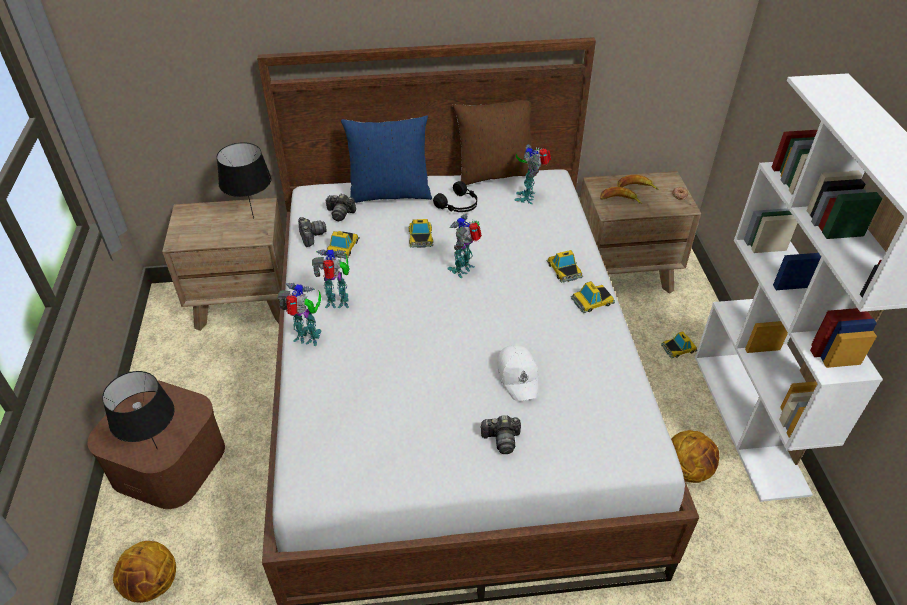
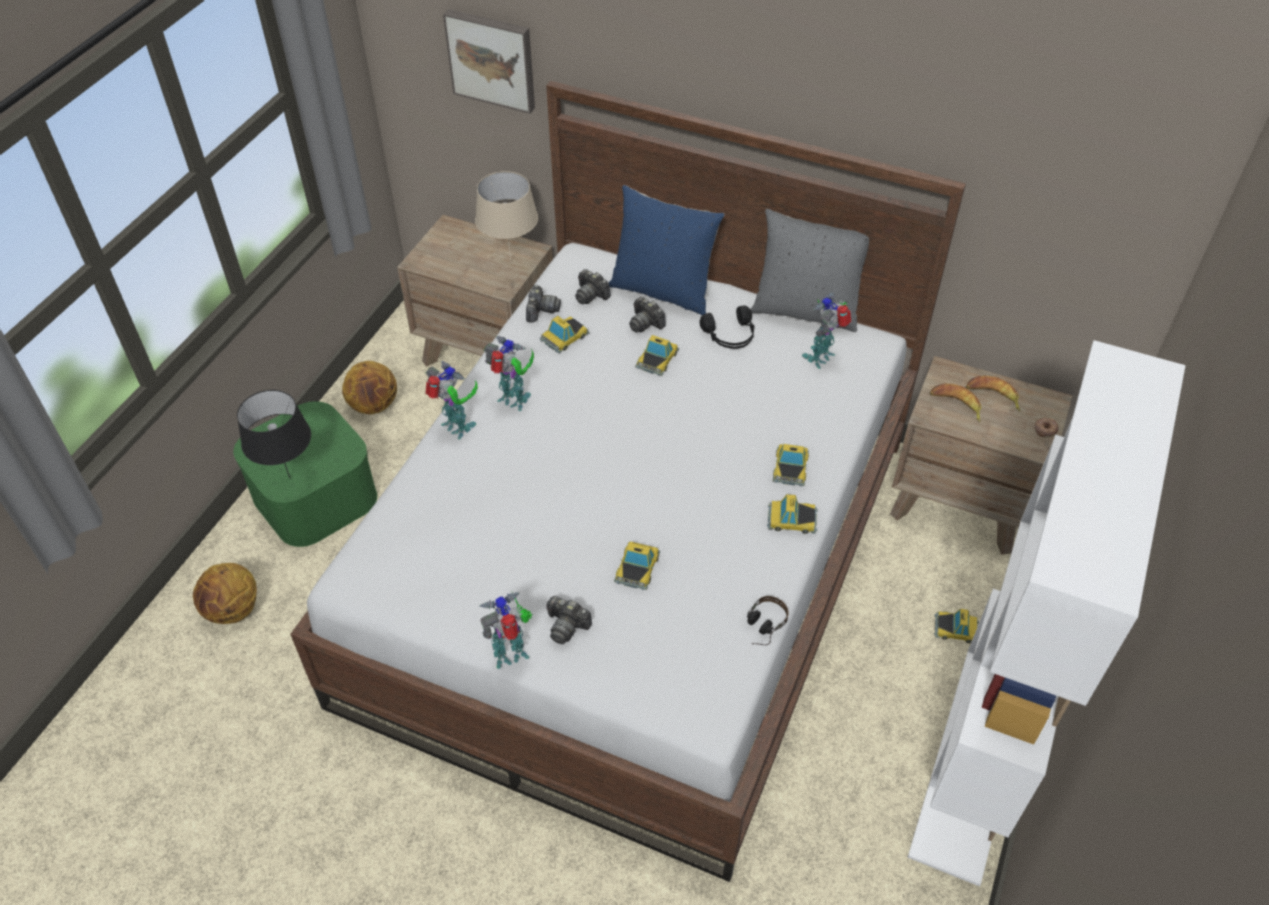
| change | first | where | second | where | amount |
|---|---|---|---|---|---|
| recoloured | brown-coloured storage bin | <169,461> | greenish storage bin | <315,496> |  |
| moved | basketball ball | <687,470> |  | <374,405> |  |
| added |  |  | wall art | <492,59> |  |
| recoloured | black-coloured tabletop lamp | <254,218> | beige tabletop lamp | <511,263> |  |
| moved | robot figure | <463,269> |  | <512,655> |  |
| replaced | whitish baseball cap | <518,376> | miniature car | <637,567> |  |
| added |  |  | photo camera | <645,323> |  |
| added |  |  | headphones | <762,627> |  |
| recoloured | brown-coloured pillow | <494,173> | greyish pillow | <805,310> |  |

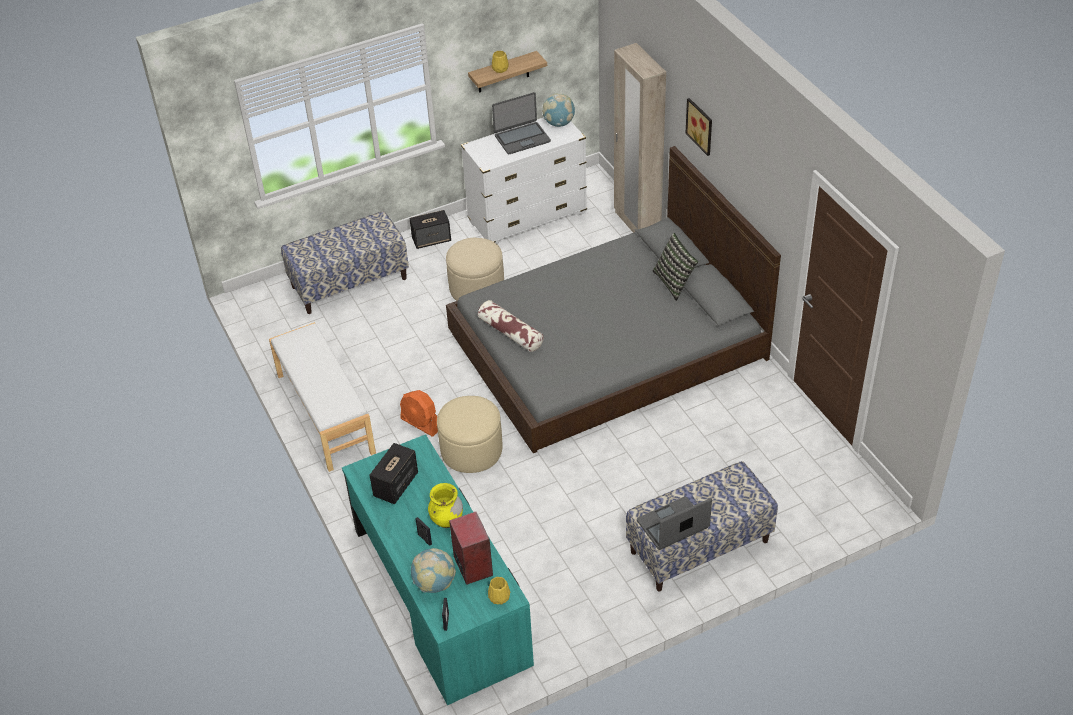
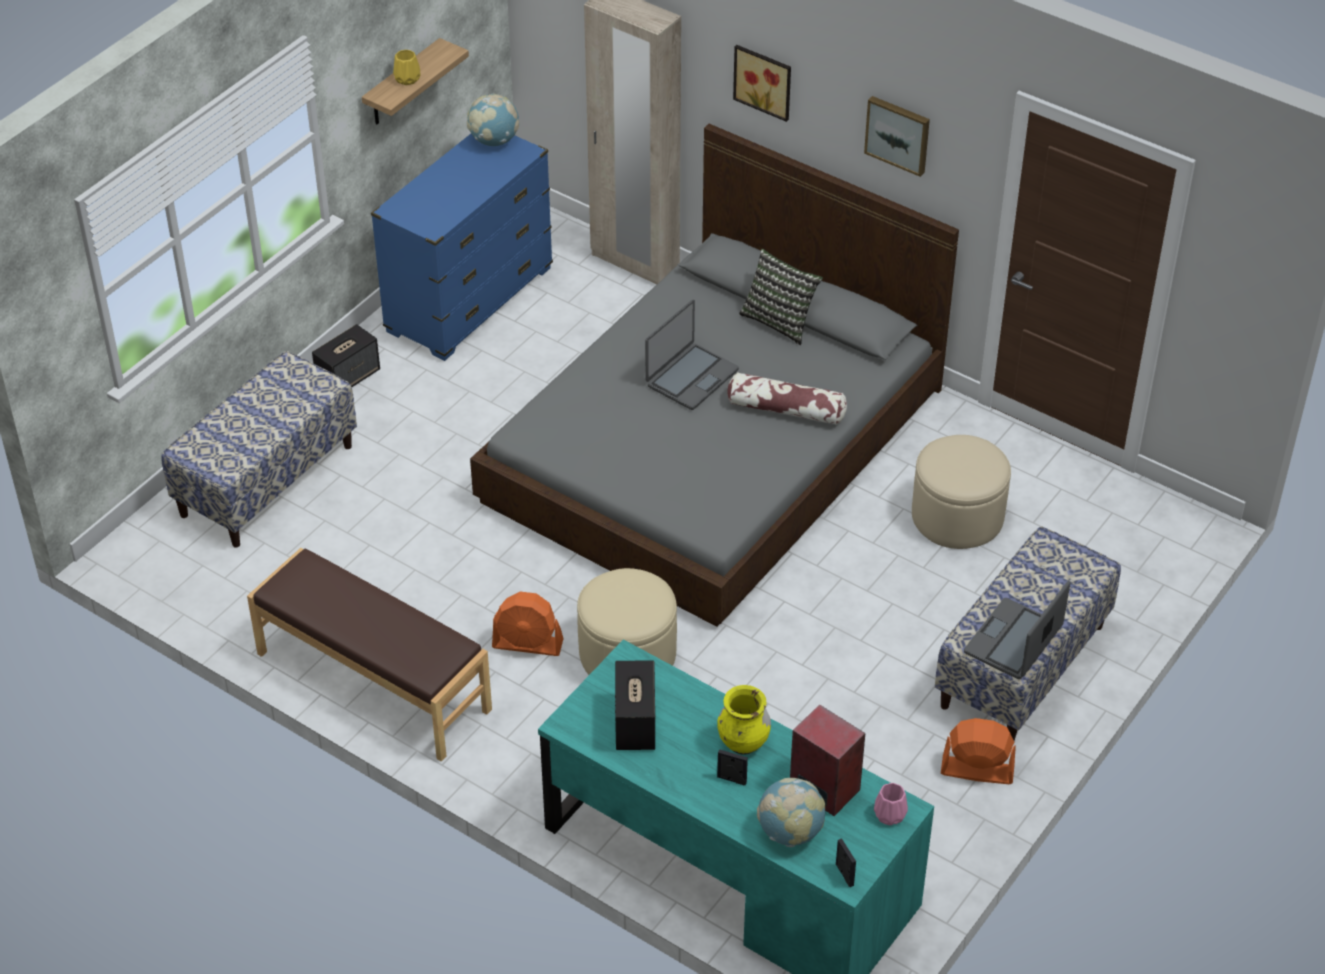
| change | first | where | second | where | amount |
|---|---|---|---|---|---|
| recoloured | whitish indoor bench | <324,414> | brown-coloured indoor bench | <372,682> |  |
| recoloured | whitish dresser | <527,217> | blue dresser | <469,300> |  |
| moved | laptop | <522,138> |  | <691,377> |  |
| moved | pillow | <510,333> |  | <786,409> |  |
| added |  |  | wall art | <898,134> |  |
| recoloured | yellow-coloured flower vase | <499,598> | pink flower vase | <890,815> |  |
| moved | beige footrest | <476,287> |  | <957,516> |  |
| added |  |  | orangey cooling fan | <977,770> |  |

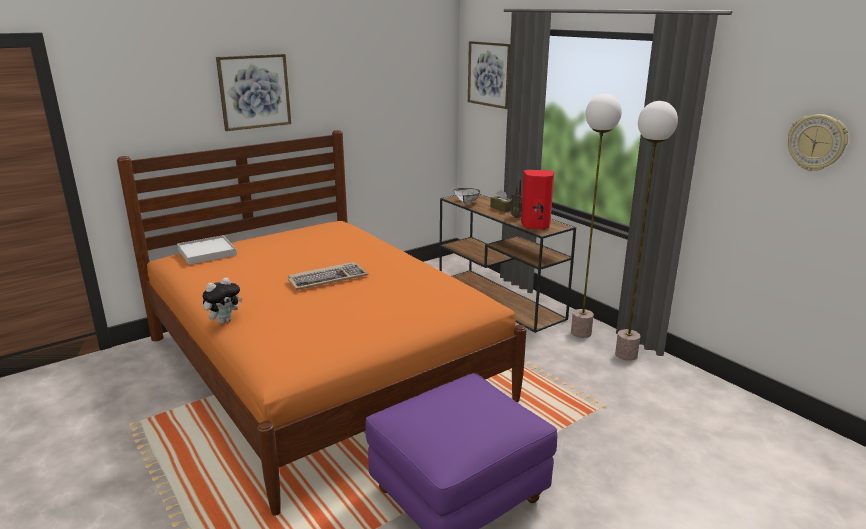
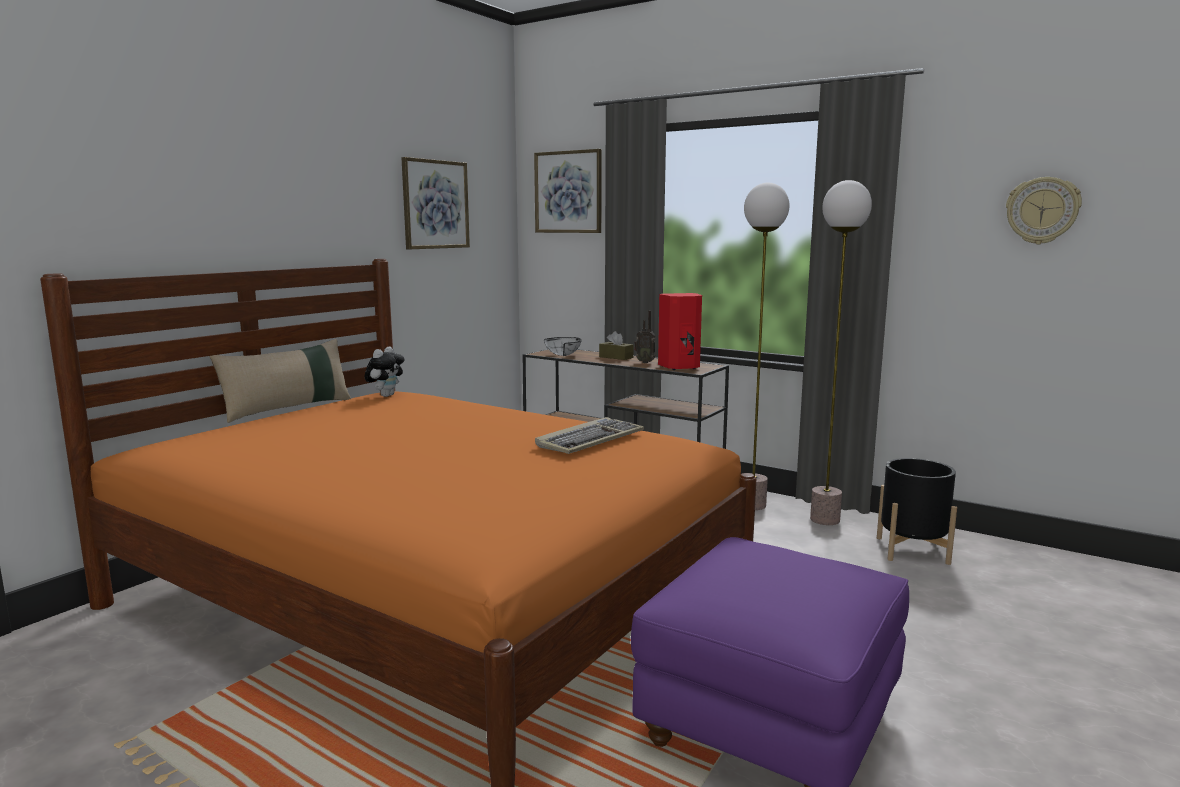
| change | first | where | second | where | amount |
|---|---|---|---|---|---|
| added |  |  | beige pillow | <288,409> |  |
| moved | plush toy | <224,321> |  | <386,395> |  |
| moved | wall art | <254,91> |  | <435,204> |  |
| moved | PC keyboard | <328,278> |  | <590,440> |  |
| added |  |  | black-coloured planter | <912,550> |  |
| removed | whitish serving tray | <207,252> |  |  |  |

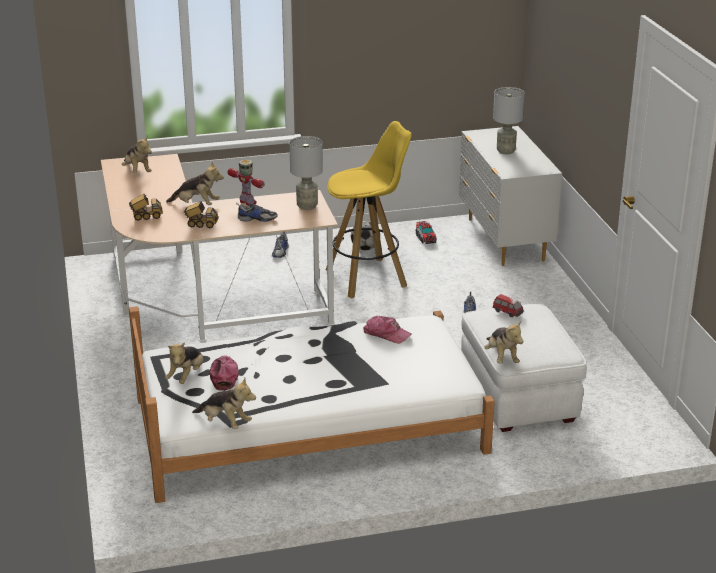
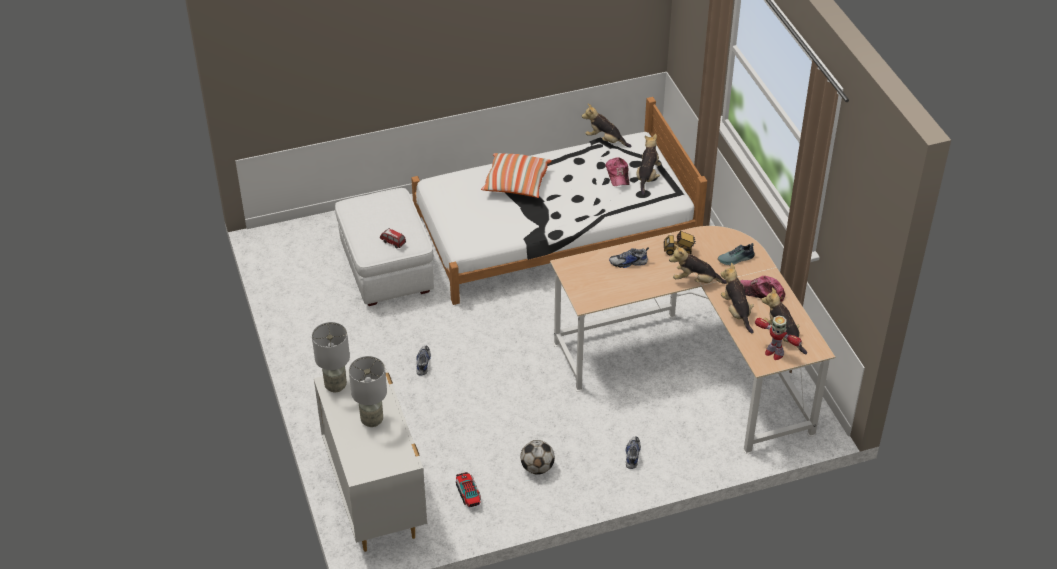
| change | first | where | second | where | amount |
|---|---|---|---|---|---|
| moved | greyish tabletop lamp | <307,206> |  | <335,386> |  |
| added |  |  | pillow | <516,184> |  |
| replaced | toy truck | <146,217> | low shoe | <736,259> |  |
| moved | plush toy | <501,357> |  | <736,312> |  |
| moved | baseball cap | <386,334> |  | <762,292> |  |
| moved | robot figure | <248,202> |  | <774,353> |  |
| removed | yellow-coloured sitting stool | <367,278> |  |  |  |

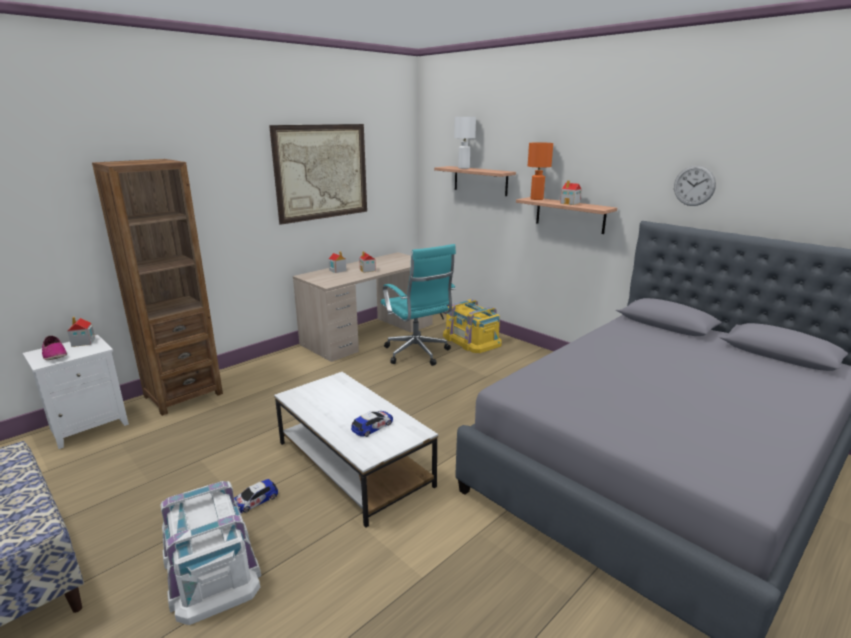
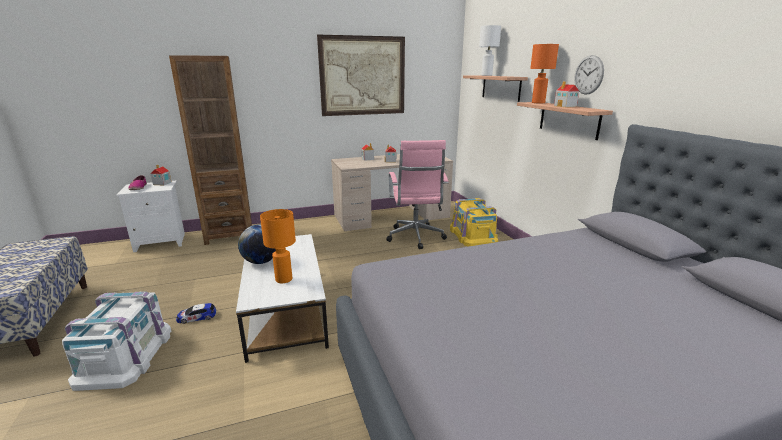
| change | first | where | second | where | amount |
|---|---|---|---|---|---|
| added |  |  | world globe | <261,261> |  |
| replaced | miniature car | <372,426> | orangey tabletop lamp | <283,279> |  |
| recoloured | blue-green office chair | <417,354> | pink office chair | <415,238> |  |
| moved | wall clock | <694,185> |  | <588,75> |  |

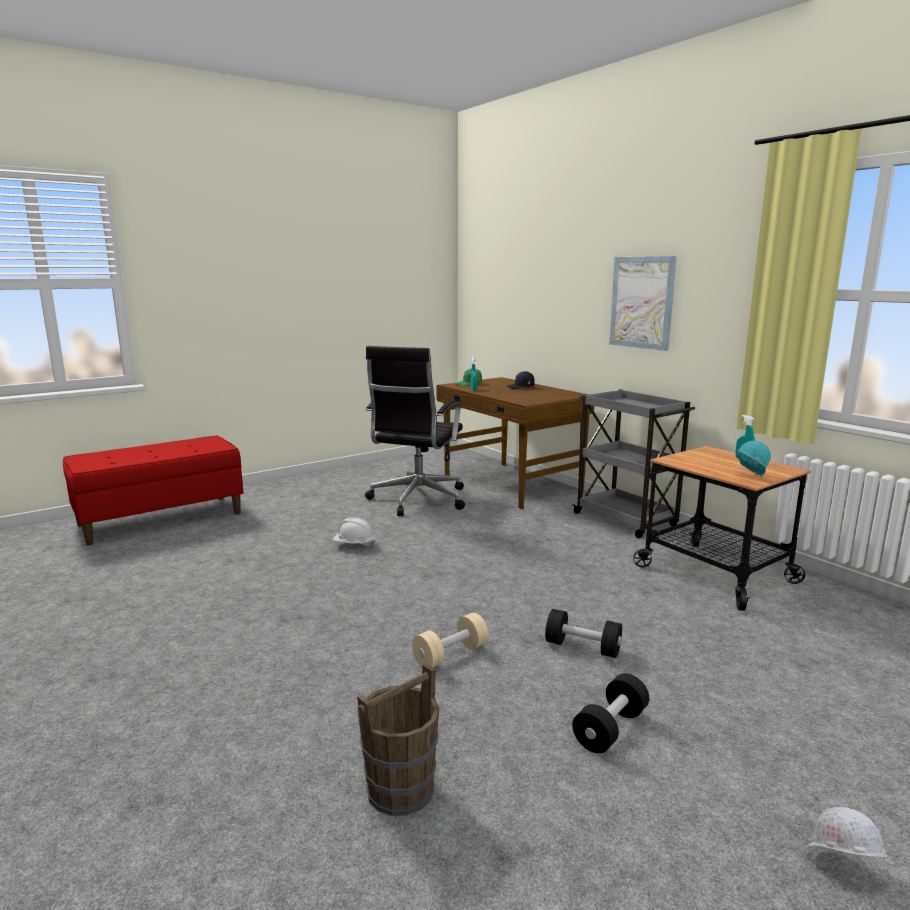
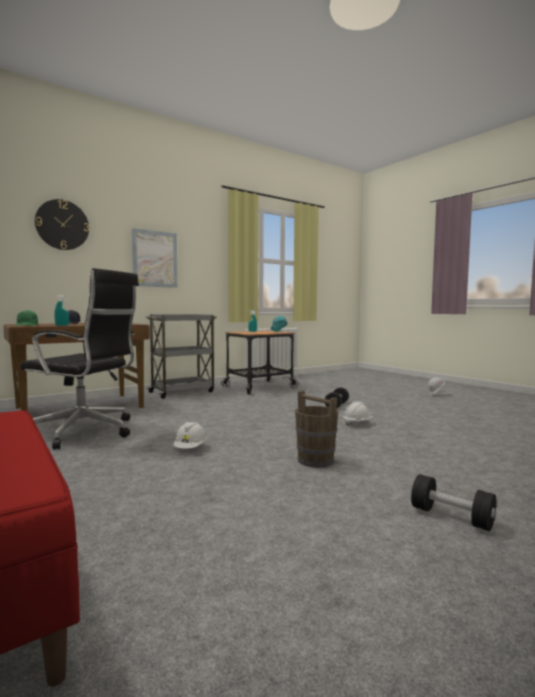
| change | first | where | second | where | amount |
|---|---|---|---|---|---|
| added |  |  | wall clock | <62,225> |  |
| moved | brown-coloured water bucket | <401,789> |  | <315,460> |  |
| replaced | beige hand weight | <450,655> | whitish safety helmet | <357,423> |  |
| moved | black-coloured hand weight | <610,728> |  | <451,517> |  |

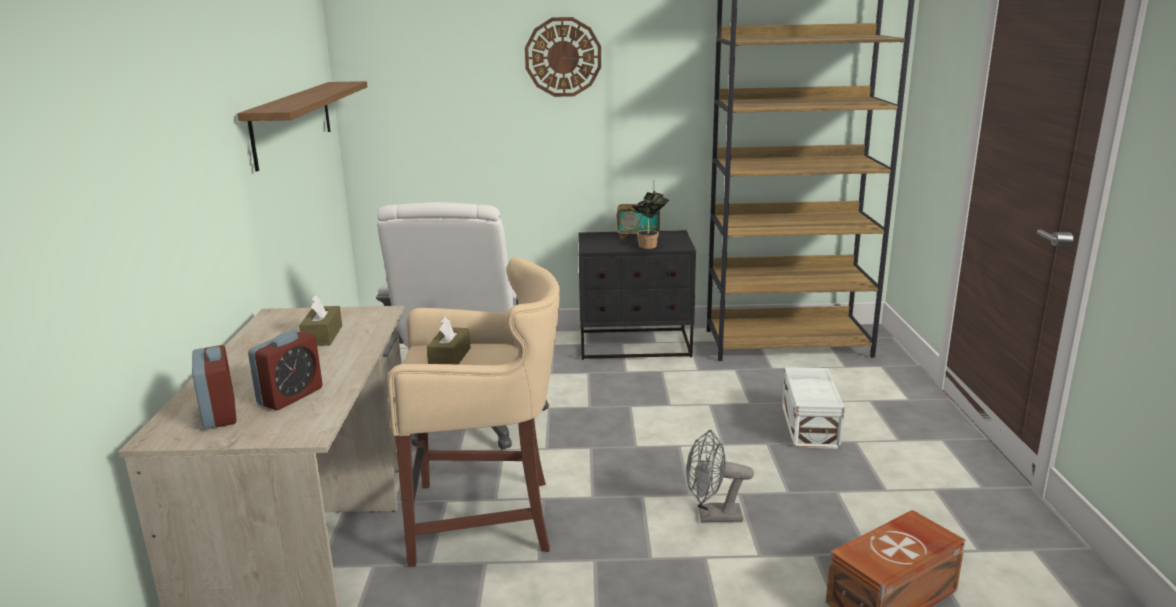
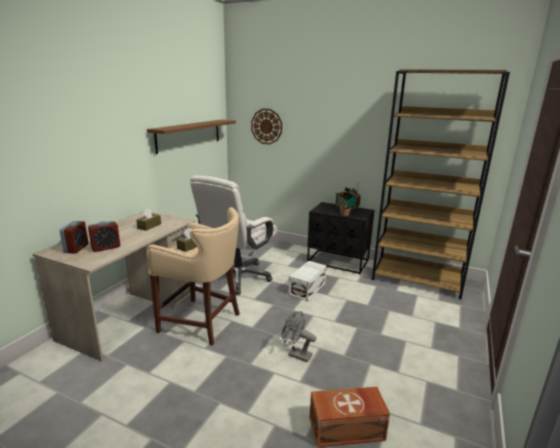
| change | first | where | second | where | amount |
|---|---|---|---|---|---|
| moved | wall clock | <563,57> |  | <266,126> |  |
| moved | whitish storage bin | <810,425> |  | <308,288> |  |

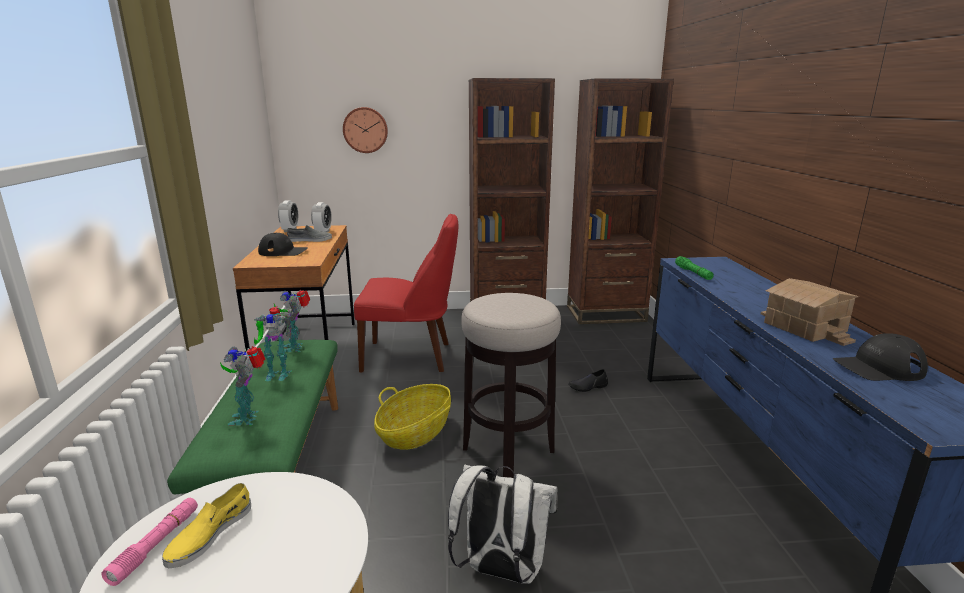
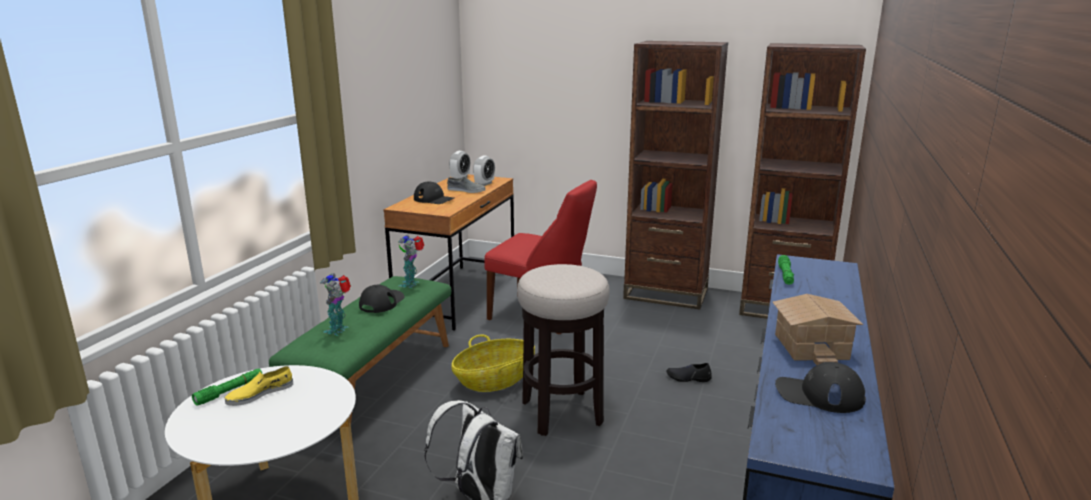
| change | first | where | second | where | amount |
|---|---|---|---|---|---|
| recoloured | pink torch | <156,545> | greenish torch | <230,391> |  |
| replaced | robot figure | <277,374> | black-coloured baseball cap | <382,302> |  |
| removed | wall clock | <365,130> |  |  |  |

